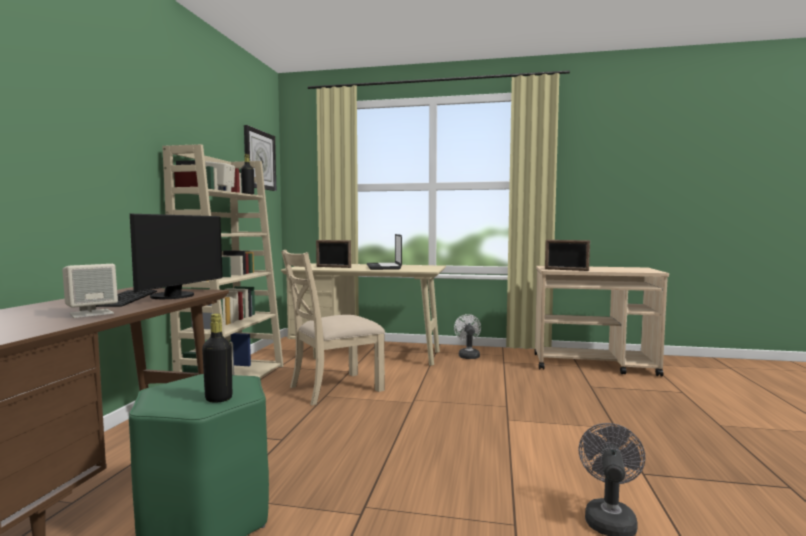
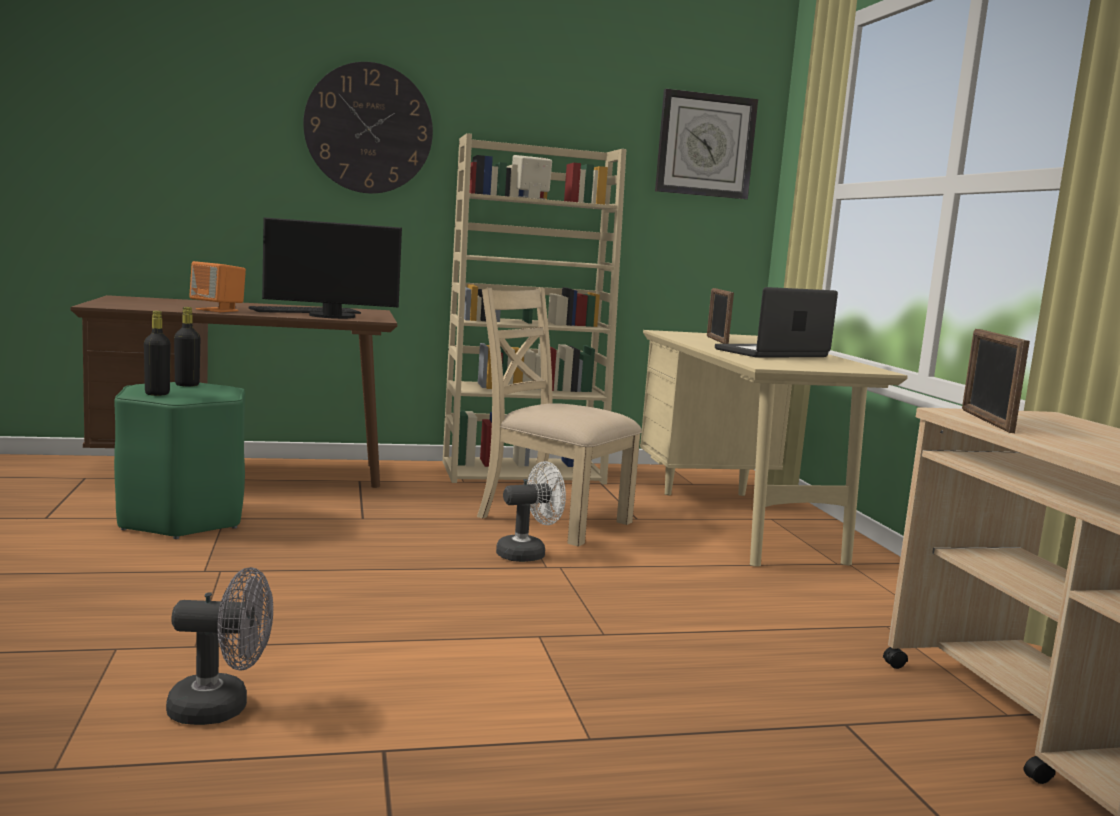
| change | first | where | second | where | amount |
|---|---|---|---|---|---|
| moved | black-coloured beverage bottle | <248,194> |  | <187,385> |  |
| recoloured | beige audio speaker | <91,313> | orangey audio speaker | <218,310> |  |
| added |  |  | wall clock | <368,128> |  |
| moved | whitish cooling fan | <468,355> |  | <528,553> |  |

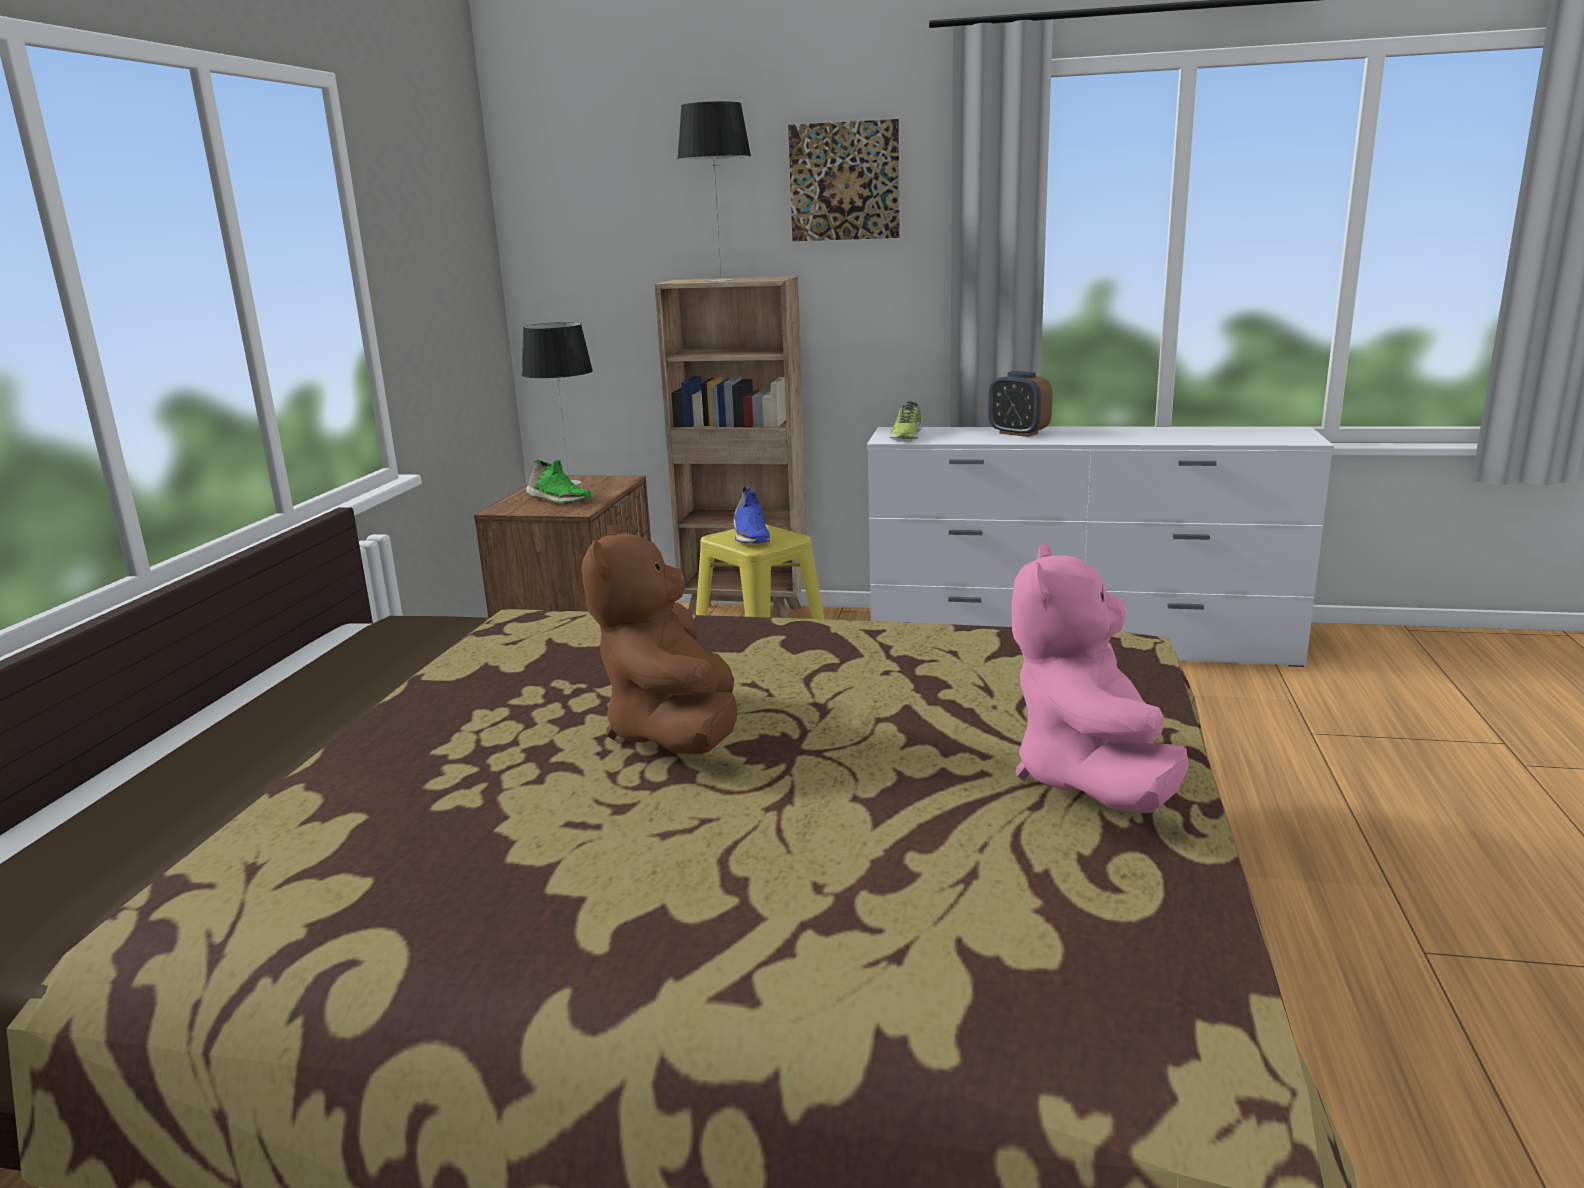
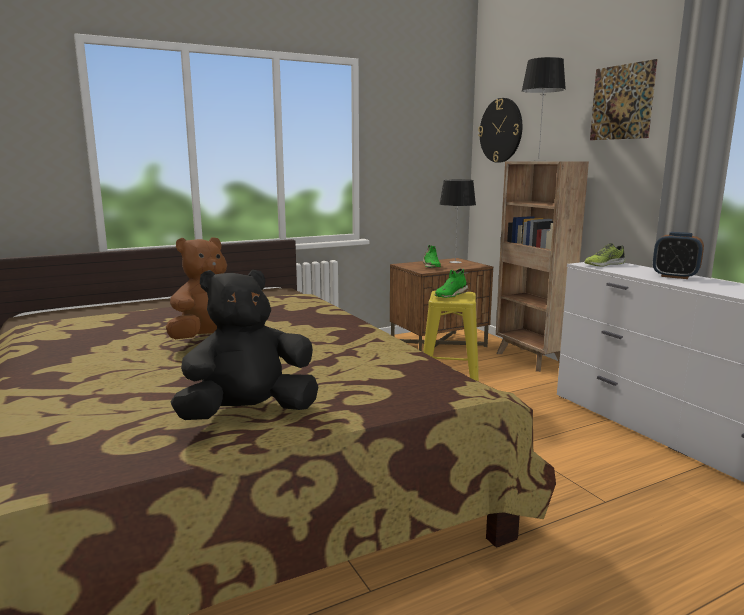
| change | first | where | second | where | amount |
|---|---|---|---|---|---|
| recoloured | pink plush toy | <1091,780> | black-coloured plush toy | <249,414> |  |
| recoloured | blue low shoe | <750,537> | greenish low shoe | <450,295> |  |
| added |  |  | wall clock | <501,130> |  |
| turned | alarm clock | <1018,433> |  | <675,276> | 60 degrees counterclockwise |

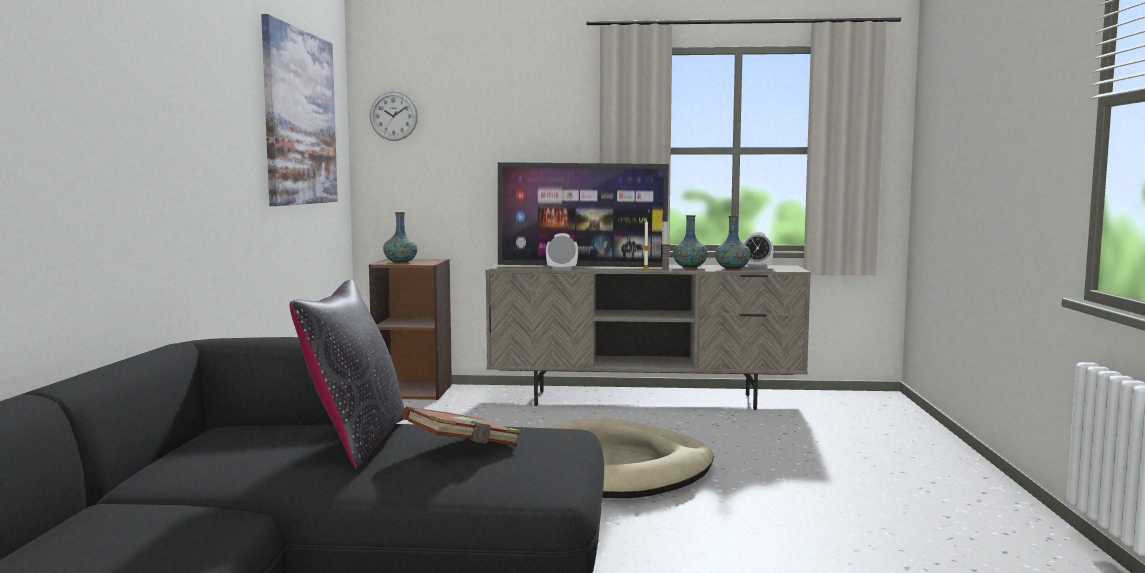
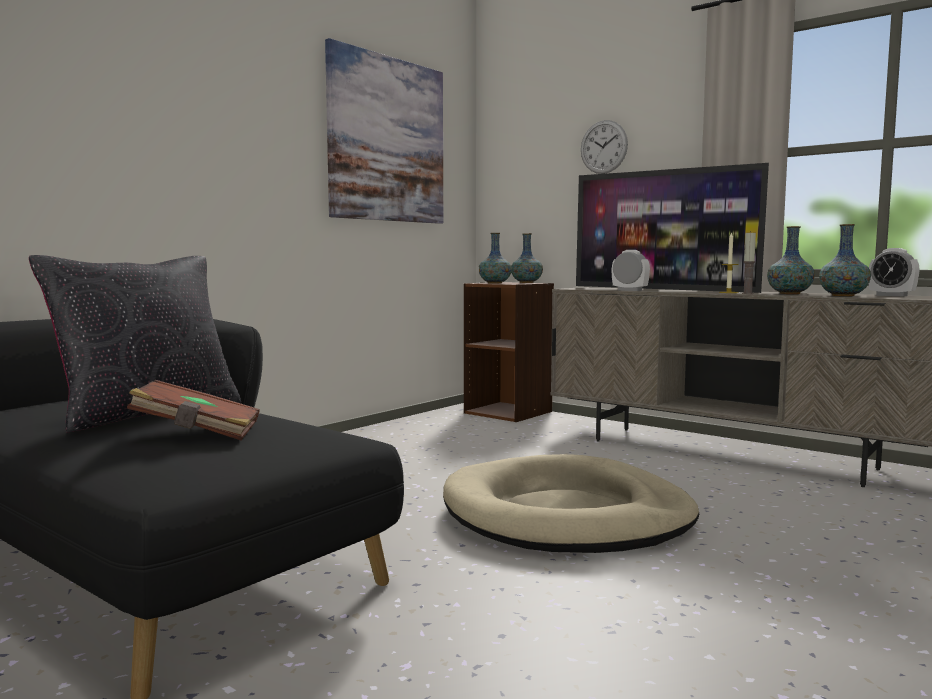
| change | first | where | second | where | amount |
|---|---|---|---|---|---|
| added |  |  | flower vase | <526,282> |  |
| moved | wall clock | <393,116> |  | <603,147> |  |

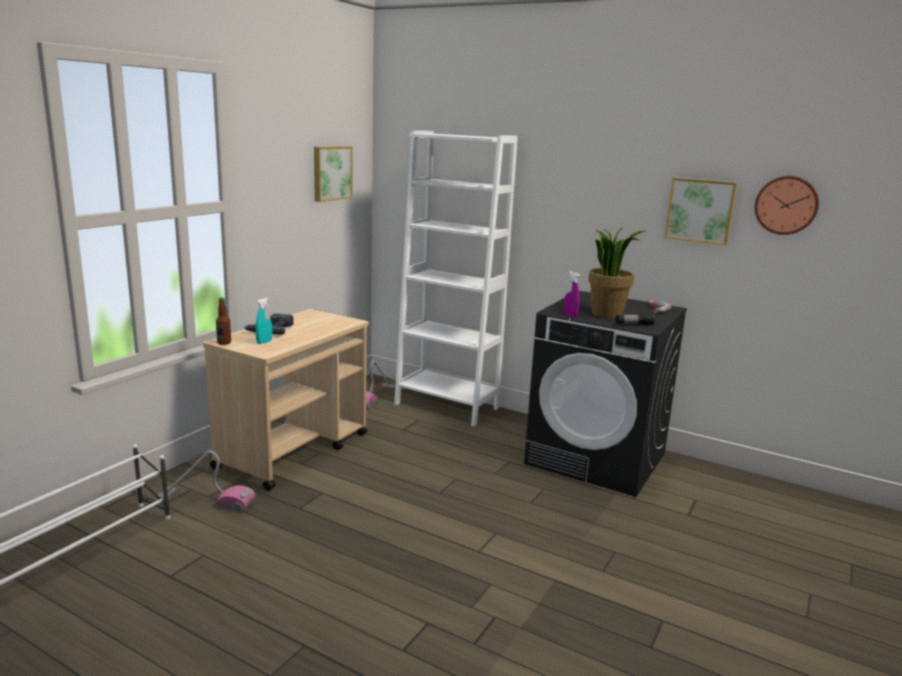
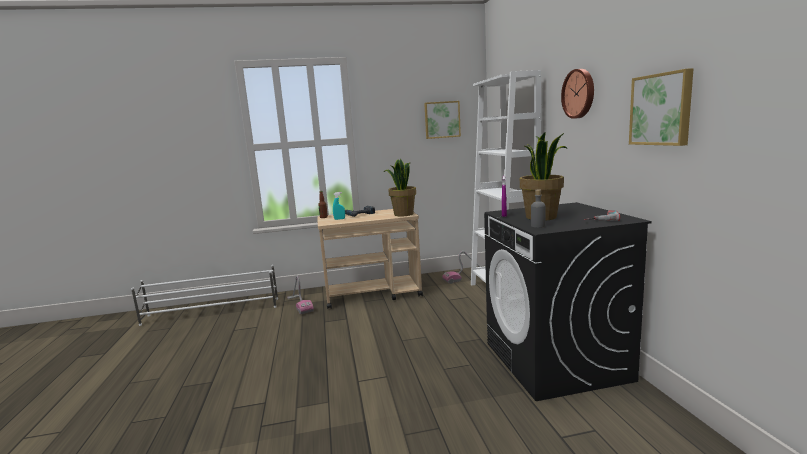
| change | first | where | second | where | amount |
|---|---|---|---|---|---|
| added |  |  | plant in a pot | <403,214> |  |
| replaced | torch | <634,325> | greyish beverage bottle | <538,226> |  |
| moved | wall clock | <786,205> |  | <579,93> |  |

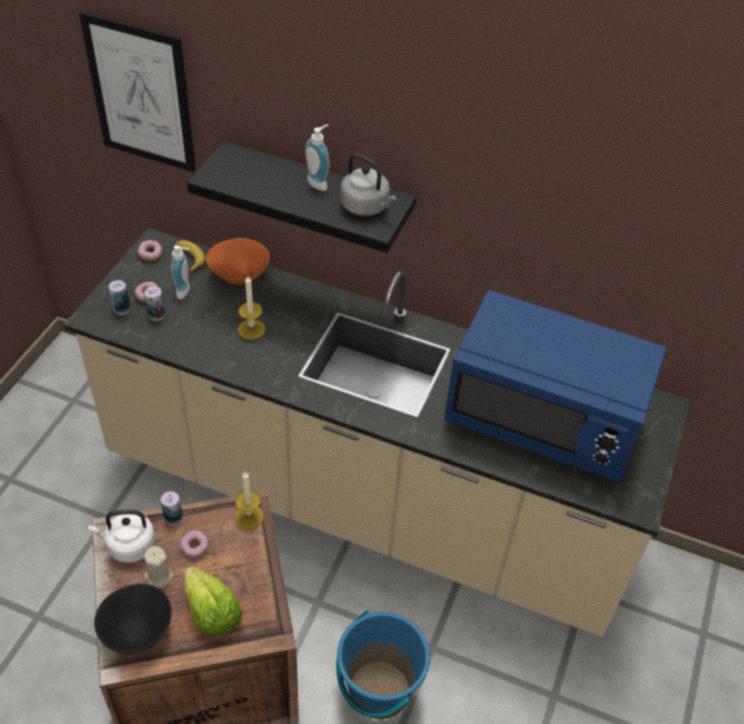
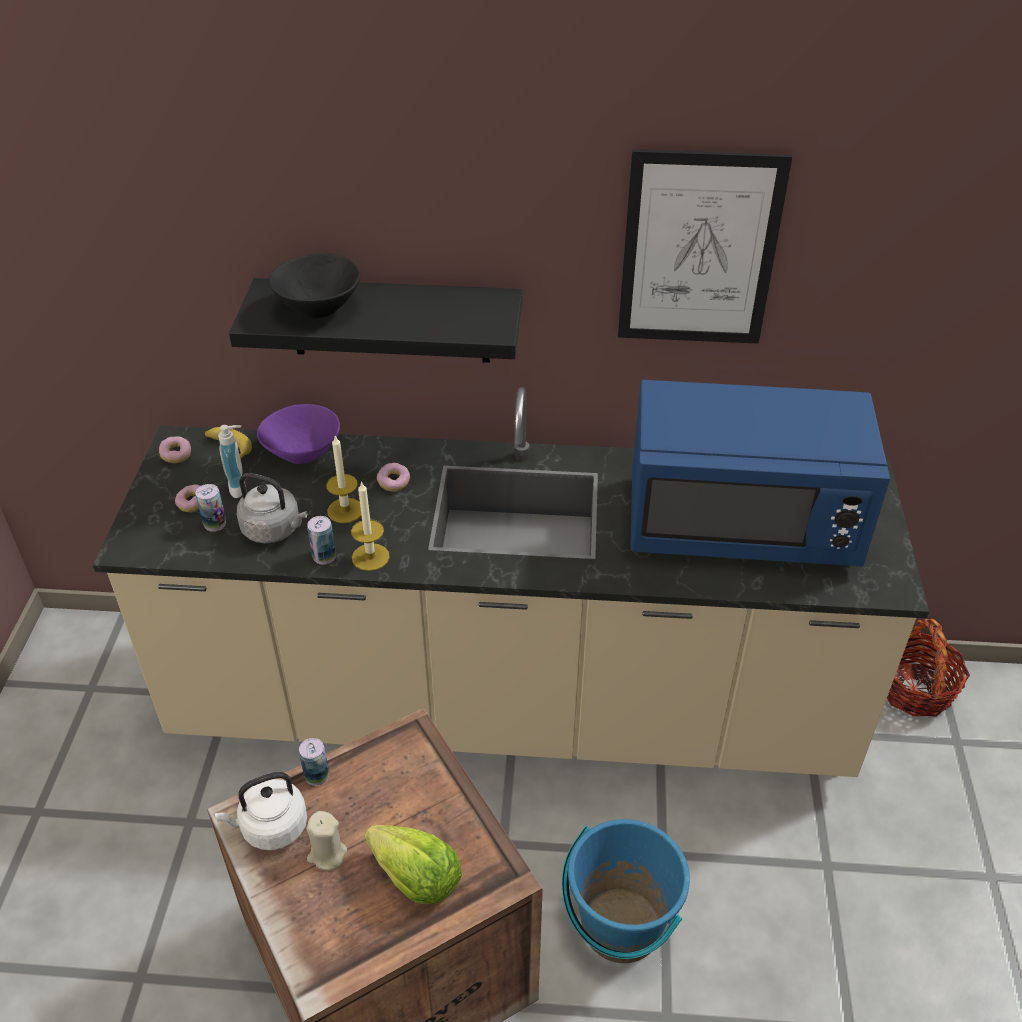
| change | first | where | second | where | amount |
|---|---|---|---|---|---|
| moved | greyish tea kettle | <366,207> |  | <274,530> |  |
| recoloured | orangey bowl | <239,276> | purple bowl | <302,454> |  |
| moved | black-coloured bowl | <138,631> |  | <320,308> |  |
| moved | metal can | <122,309> |  | <324,556> |  |
| moved | wax light | <249,516> |  | <370,557> |  |
| moved | doughnut | <195,547> |  | <393,483> |  |
| moved | wall art | <141,94> |  | <699,250> |  |
| added |  |  | storage basket | <915,689> |  |
| removed | soap dispenser | <319,183> |  |  |  |

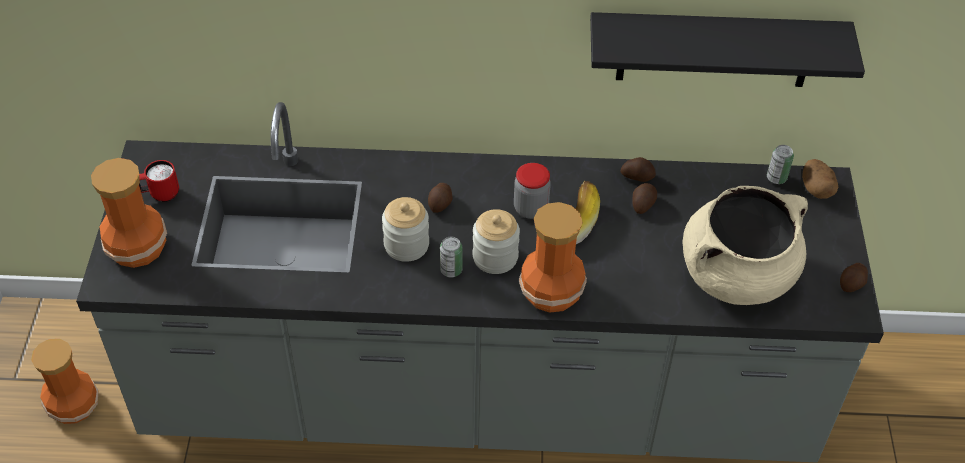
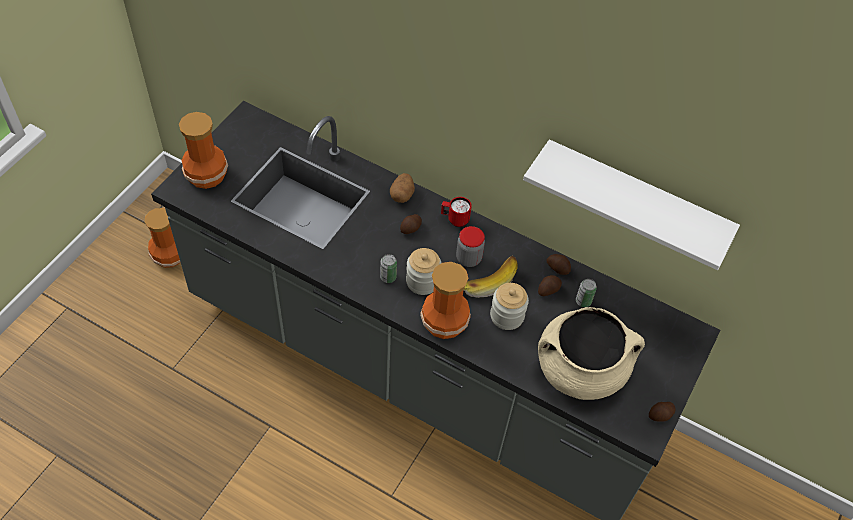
| change | first | where | second | where | amount |
|---|---|---|---|---|---|
| moved | whole potato | <816,189> |  | <402,195> |  |
| moved | red coffee mug | <160,194> |  | <454,219> |  |
| moved | jar | <406,245> |  | <507,316> |  |
| recoloured | black-coloured bracket shelf | <715,49> | whitish bracket shelf | <634,202> |  |
| moved | metal can | <776,178> |  | <583,301> |  |

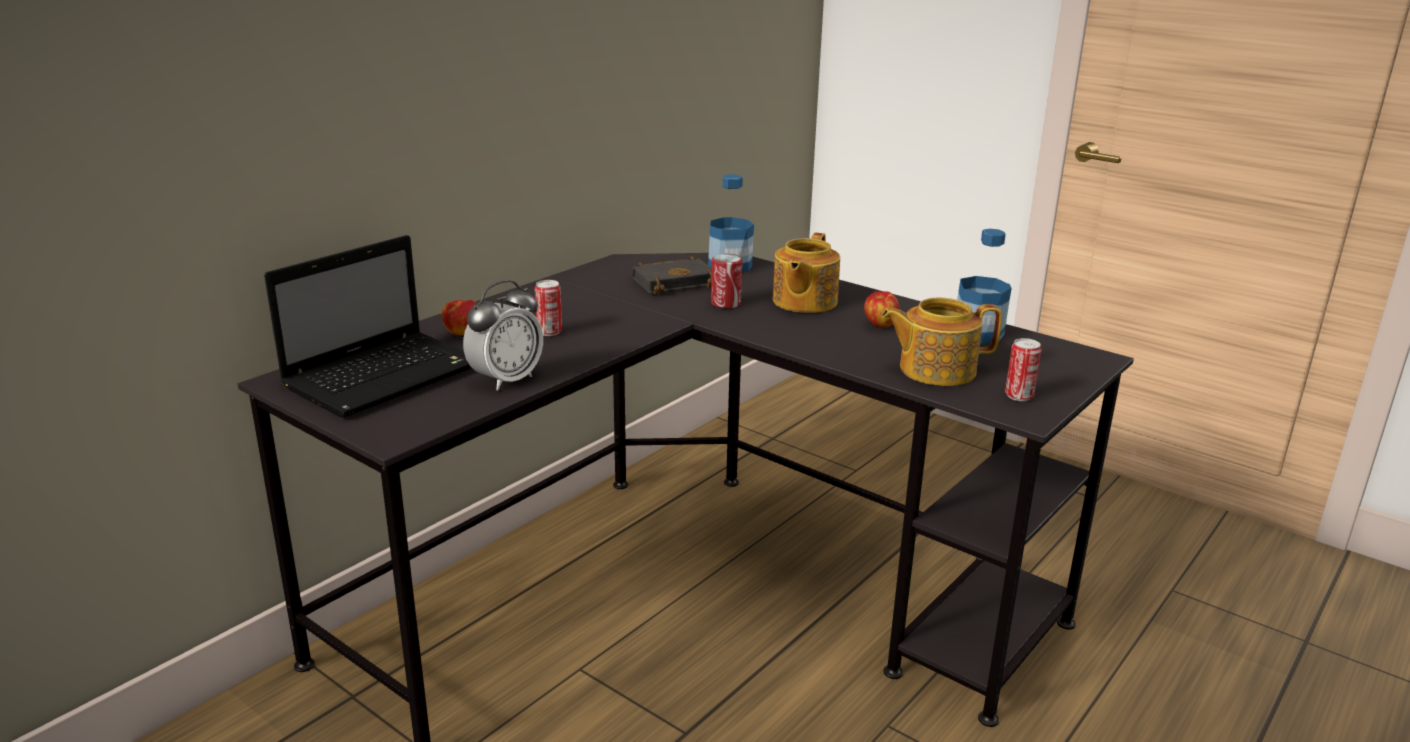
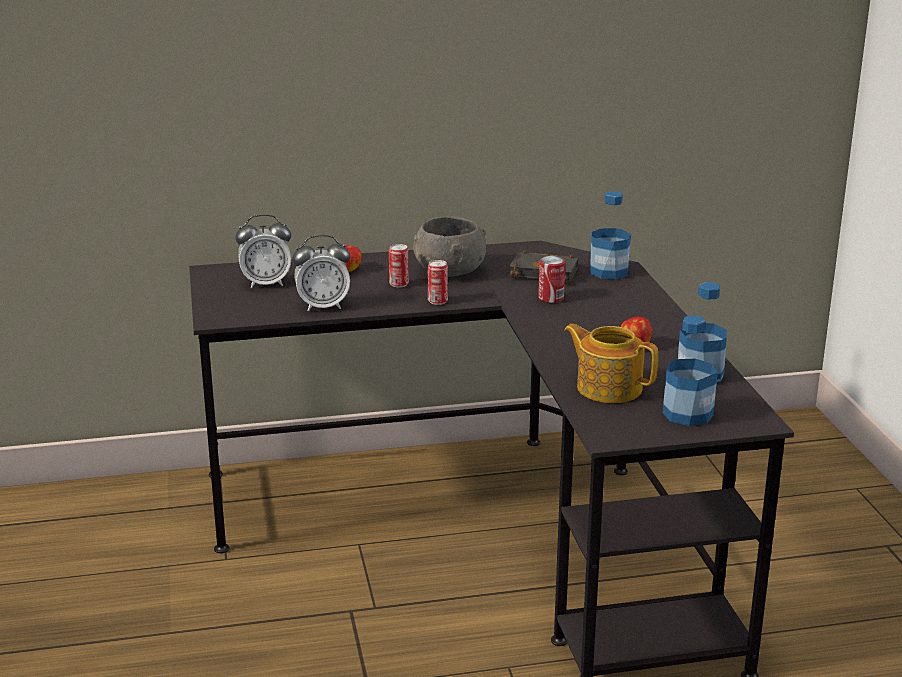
| change | first | where | second | where | amount |
|---|---|---|---|---|---|
| replaced | laptop | <387,375> | alarm clock | <266,283> |  |
| added |  |  | greyish bowl | <449,271> |  |
| moved | metal can | <1019,396> |  | <437,301> |  |
| added |  |  | beverage bottle | <687,414> |  |
| removed | tea pot | <803,301> |  |  |  |

